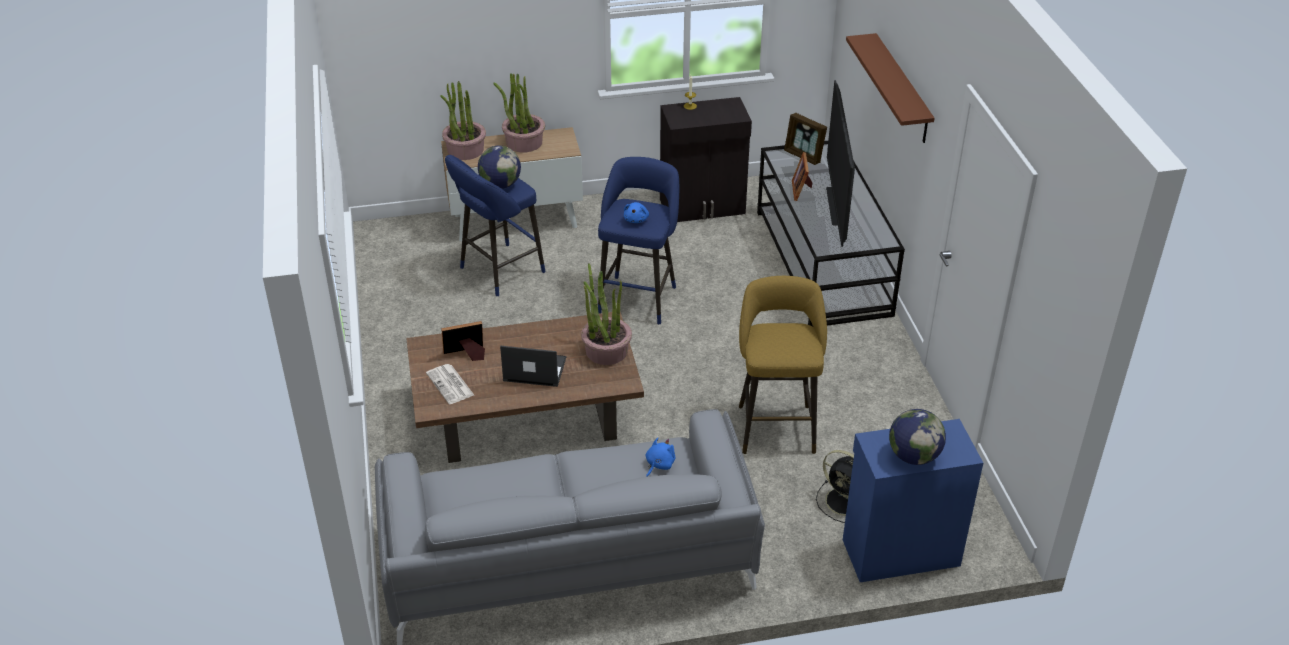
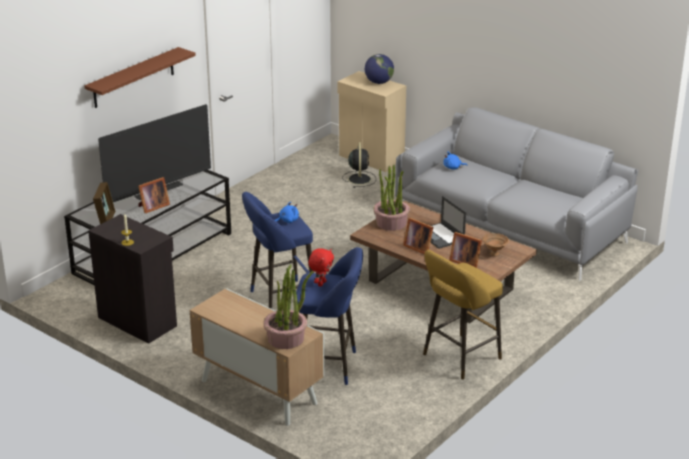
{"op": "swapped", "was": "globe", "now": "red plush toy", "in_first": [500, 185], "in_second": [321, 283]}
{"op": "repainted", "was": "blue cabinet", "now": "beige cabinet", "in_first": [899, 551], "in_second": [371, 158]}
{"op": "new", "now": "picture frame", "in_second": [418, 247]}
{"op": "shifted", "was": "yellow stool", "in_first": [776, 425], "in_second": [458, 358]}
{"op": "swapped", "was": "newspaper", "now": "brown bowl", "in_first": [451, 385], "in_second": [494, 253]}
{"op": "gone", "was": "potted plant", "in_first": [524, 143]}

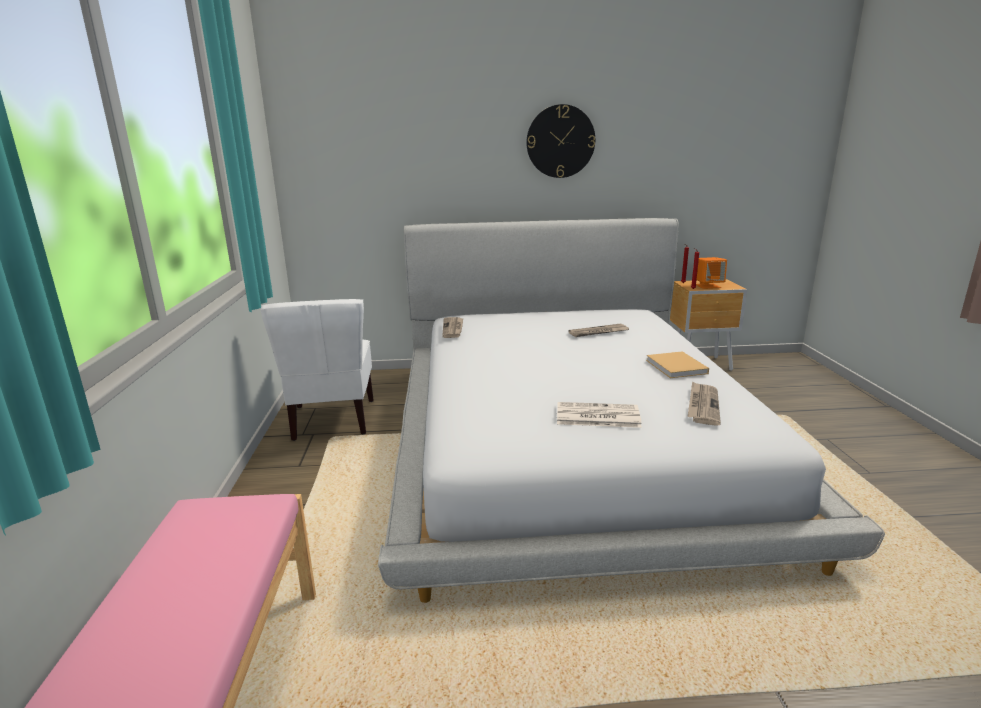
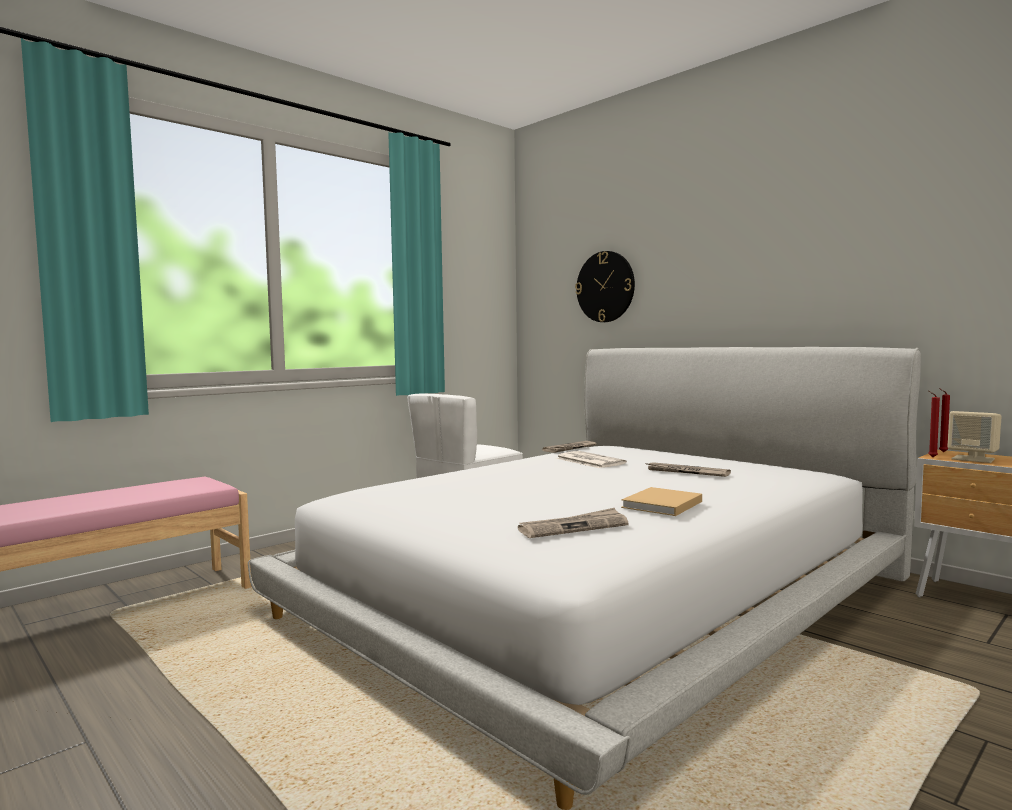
{"op": "shifted", "was": "newspaper", "in_first": [596, 416], "in_second": [588, 461]}
{"op": "shifted", "was": "wall clock", "in_first": [560, 141], "in_second": [605, 287]}
{"op": "repainted", "was": "orange speaker", "now": "beige speaker", "in_first": [708, 286], "in_second": [973, 459]}

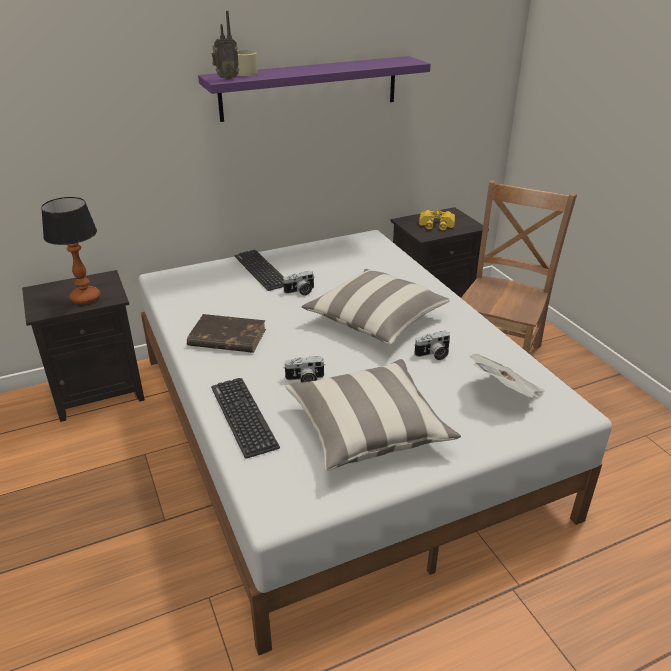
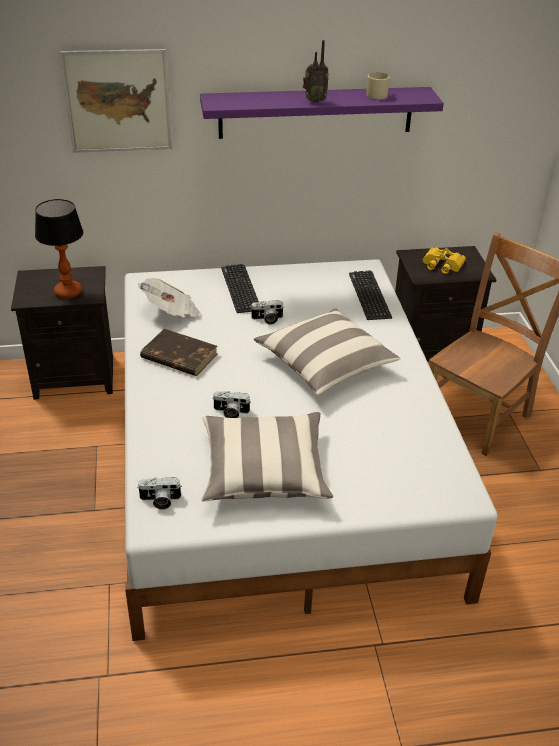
{"op": "new", "now": "picture", "in_second": [118, 101]}
{"op": "shifted", "was": "newspaper", "in_first": [505, 393], "in_second": [172, 312]}
{"op": "shifted", "was": "photo camera", "in_first": [433, 354], "in_second": [160, 500]}
{"op": "shifted", "was": "radio", "in_first": [226, 78], "in_second": [314, 101]}
{"op": "shifted", "was": "keyboard", "in_first": [243, 416], "in_second": [369, 295]}
{"op": "shifted", "was": "beige mug", "in_first": [248, 73], "in_second": [378, 94]}

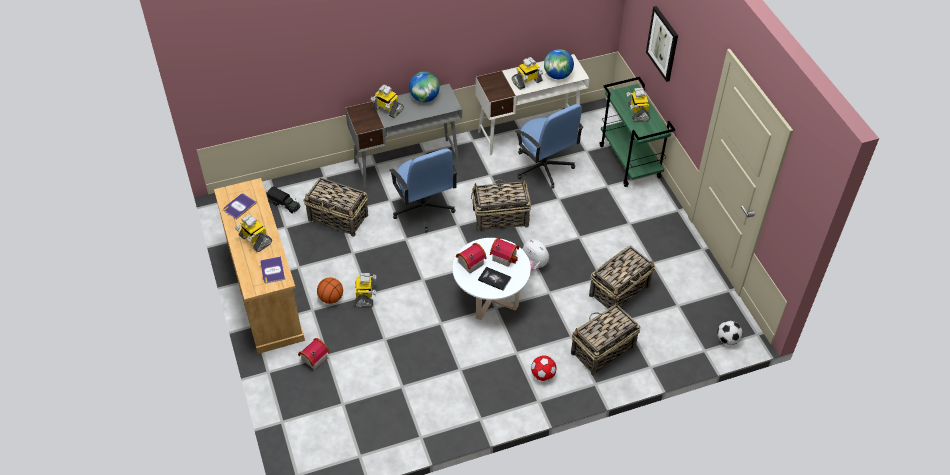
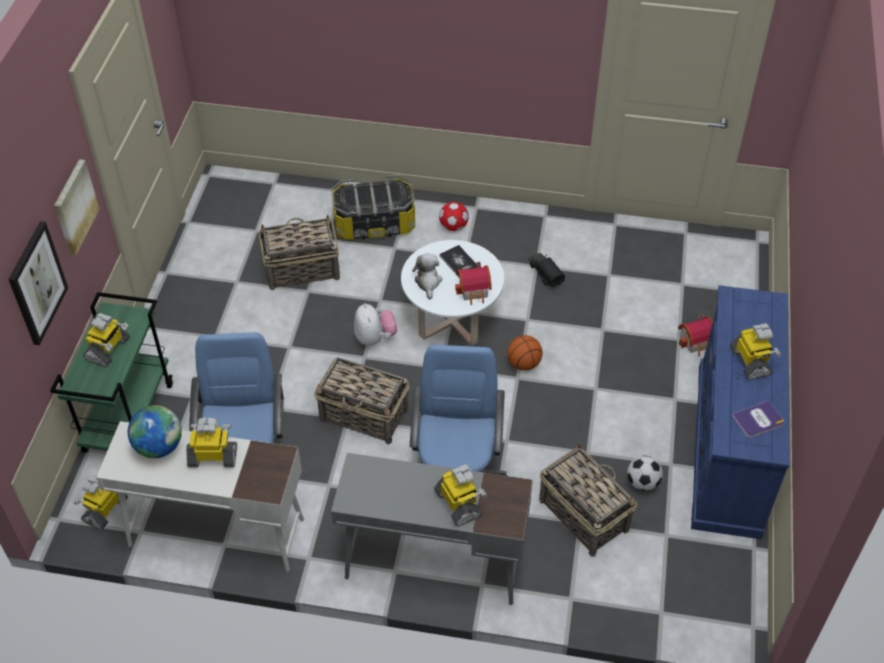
{"op": "new", "now": "picture", "in_second": [74, 207]}
{"op": "shifted", "was": "toy robot", "in_first": [365, 296], "in_second": [105, 510]}
{"op": "swapped", "was": "basket", "now": "storage box", "in_first": [602, 350], "in_second": [374, 223]}
{"op": "swapped", "was": "toy house", "now": "plush toy", "in_first": [504, 256], "in_second": [428, 282]}
{"op": "shifted", "was": "basketball", "in_first": [331, 298], "in_second": [523, 364]}
{"op": "shifted", "was": "toy truck", "in_first": [285, 205], "in_second": [545, 275]}
{"op": "shifted", "was": "football", "in_first": [727, 339], "in_second": [642, 482]}
{"op": "repainted", "was": "beige dresser", "now": "blue dresser", "in_first": [265, 291], "in_second": [728, 449]}
{"op": "gone", "was": "book", "in_first": [272, 270]}
{"op": "gone", "was": "globe", "in_first": [424, 98]}

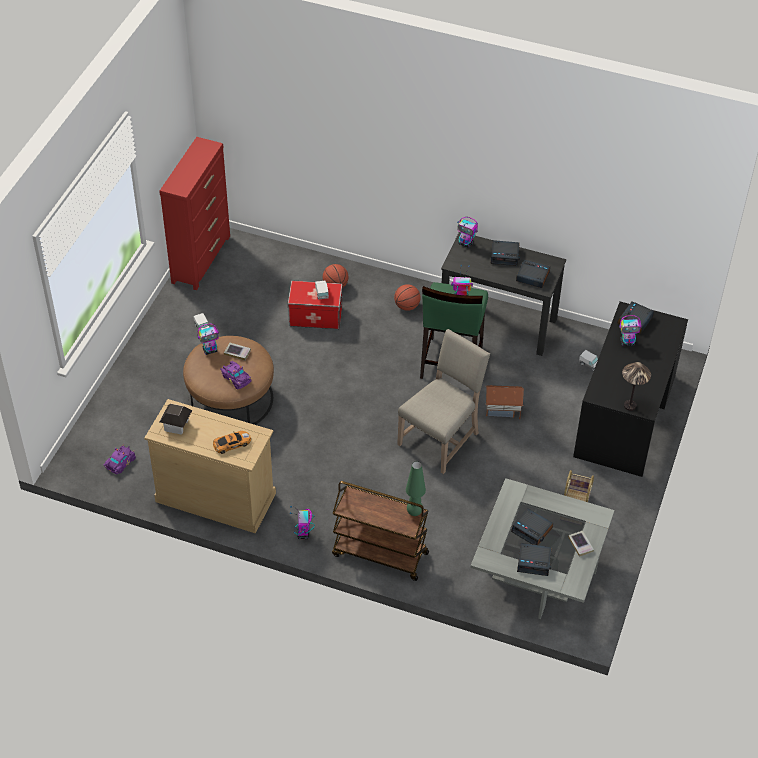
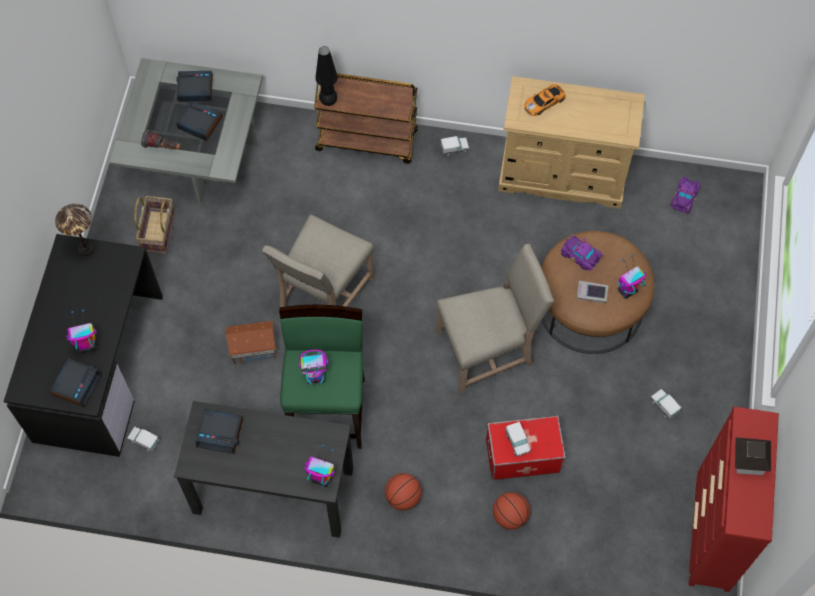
{"op": "new", "now": "flashlight", "in_second": [162, 147]}
{"op": "repainted", "was": "green table lamp", "now": "black table lamp", "in_first": [414, 513], "in_second": [328, 101]}
{"op": "new", "now": "beige chair", "in_second": [488, 349]}
{"op": "swapped", "was": "toy robot", "now": "toy truck", "in_first": [303, 534], "in_second": [454, 149]}
{"op": "shifted", "was": "toy house", "in_first": [176, 425], "in_second": [748, 461]}
{"op": "gone", "was": "alarm clock", "in_first": [505, 255]}
{"op": "gone", "was": "book", "in_first": [580, 544]}

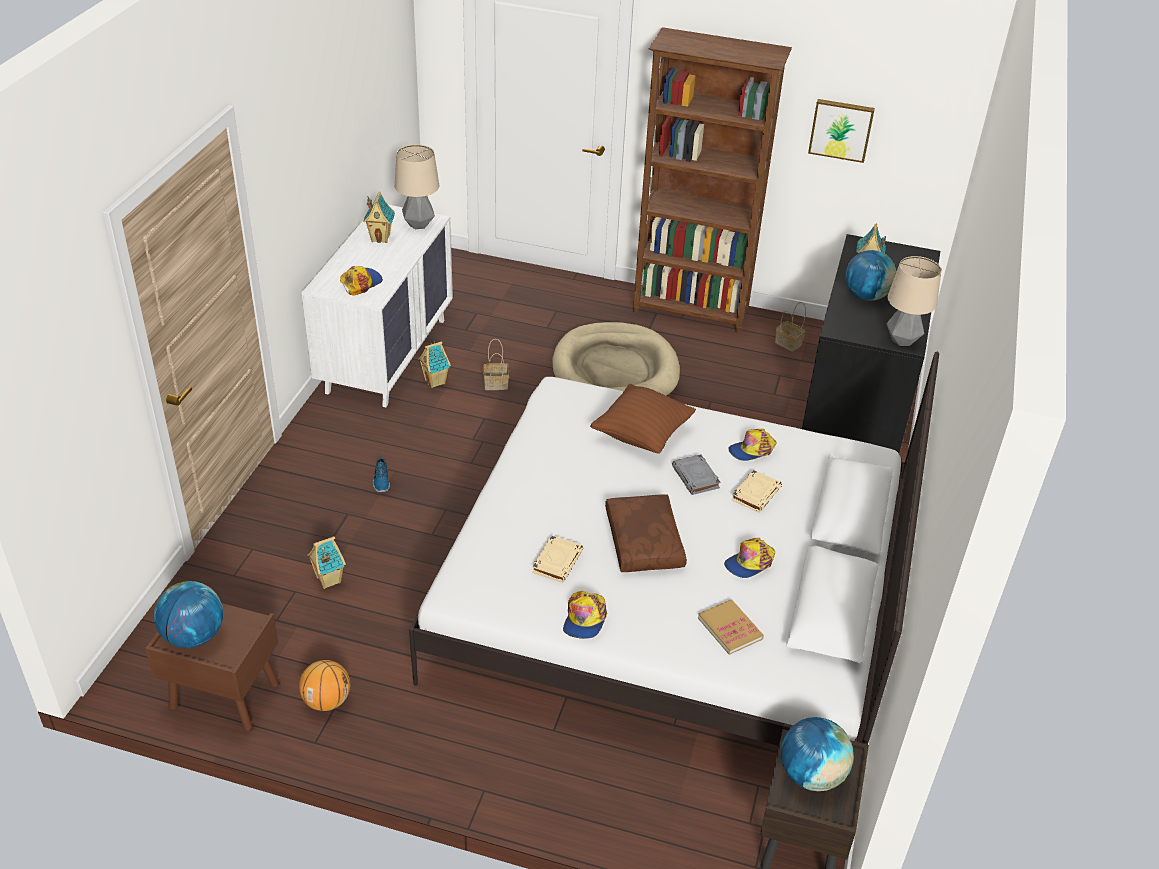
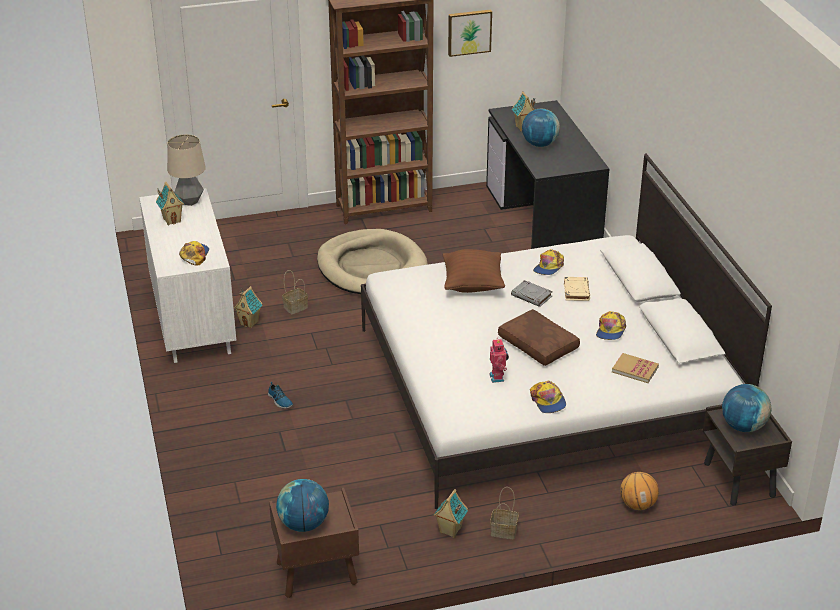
{"op": "shifted", "was": "toy house", "in_first": [328, 580], "in_second": [449, 530]}
{"op": "swapped", "was": "beige book", "now": "toy robot", "in_first": [557, 561], "in_second": [498, 377]}
{"op": "shifted", "was": "basket", "in_first": [789, 343], "in_second": [504, 531]}
{"op": "shifted", "was": "basketball", "in_first": [327, 701], "in_second": [637, 504]}
{"op": "gone", "was": "table lamp", "in_first": [902, 341]}

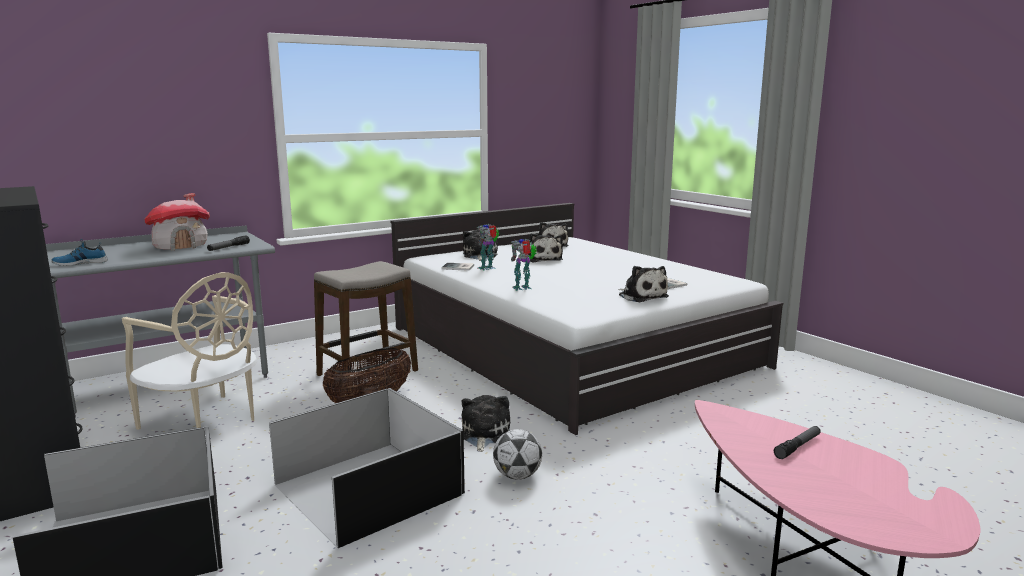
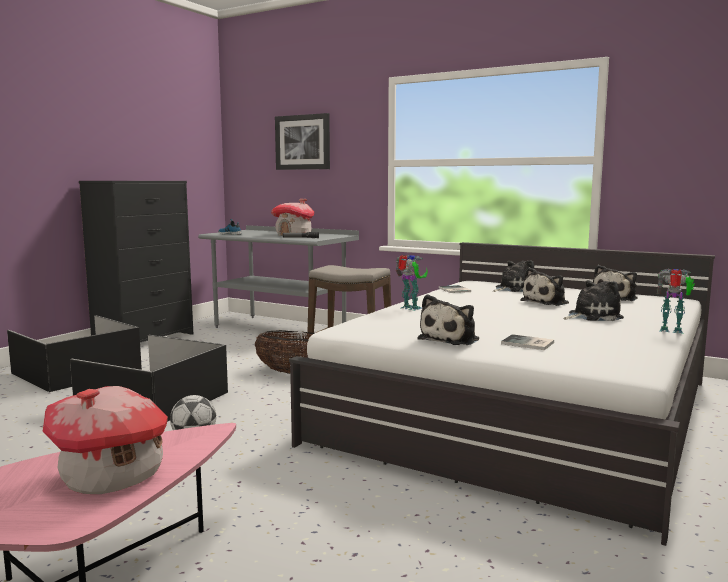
{"op": "swapped", "was": "flashlight", "now": "toy house", "in_first": [798, 447], "in_second": [113, 476]}
{"op": "new", "now": "picture", "in_second": [303, 142]}
{"op": "shifted", "was": "plush toy", "in_first": [484, 434], "in_second": [591, 316]}
{"op": "shifted", "was": "toy robot", "in_first": [488, 268], "in_second": [672, 331]}
{"op": "gone", "was": "beige chair", "in_first": [205, 421]}

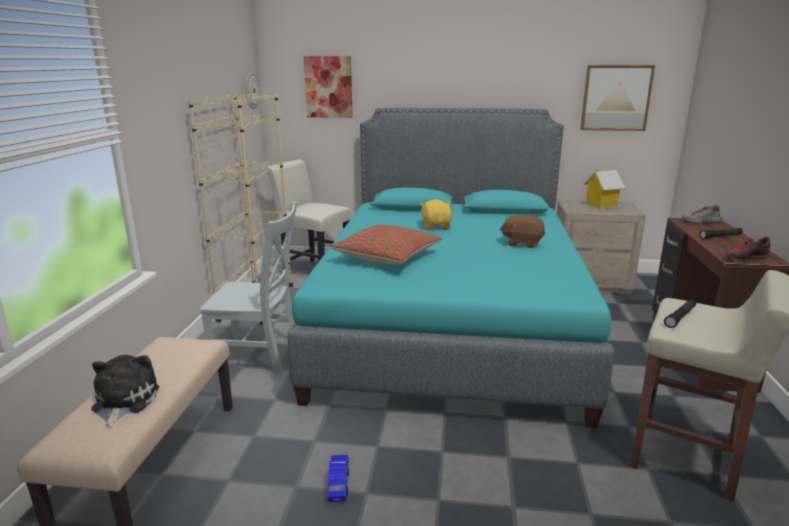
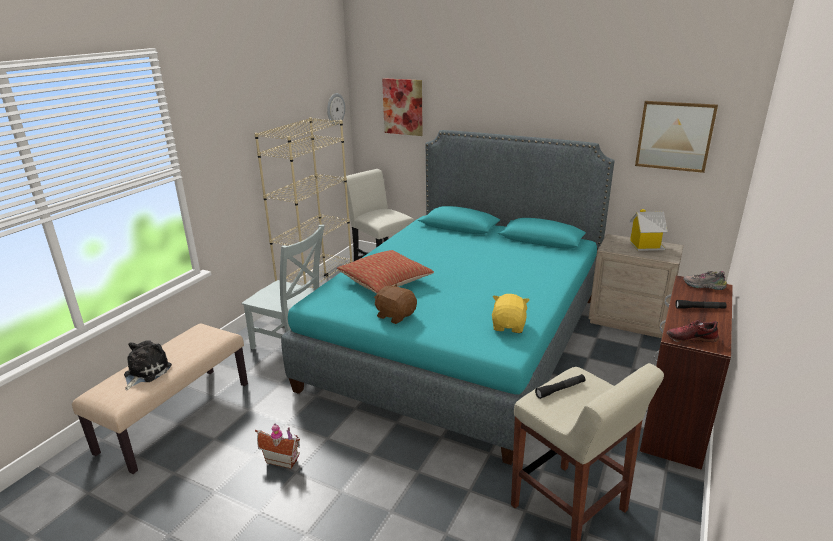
{"op": "swapped", "was": "blue toy car", "now": "toy house", "in_first": [338, 482], "in_second": [282, 459]}
{"op": "shifted", "was": "brown plush toy", "in_first": [522, 243], "in_second": [395, 315]}
{"op": "shifted", "was": "yellow plush toy", "in_first": [436, 226], "in_second": [509, 326]}

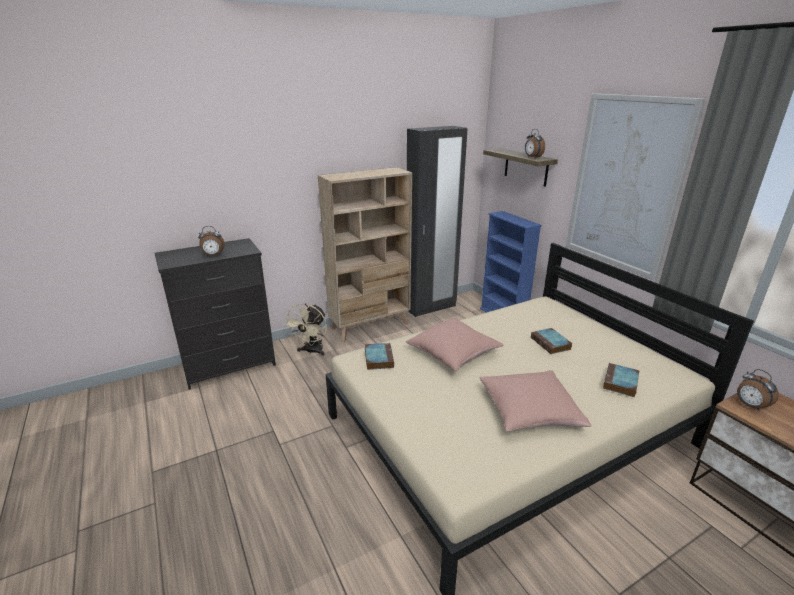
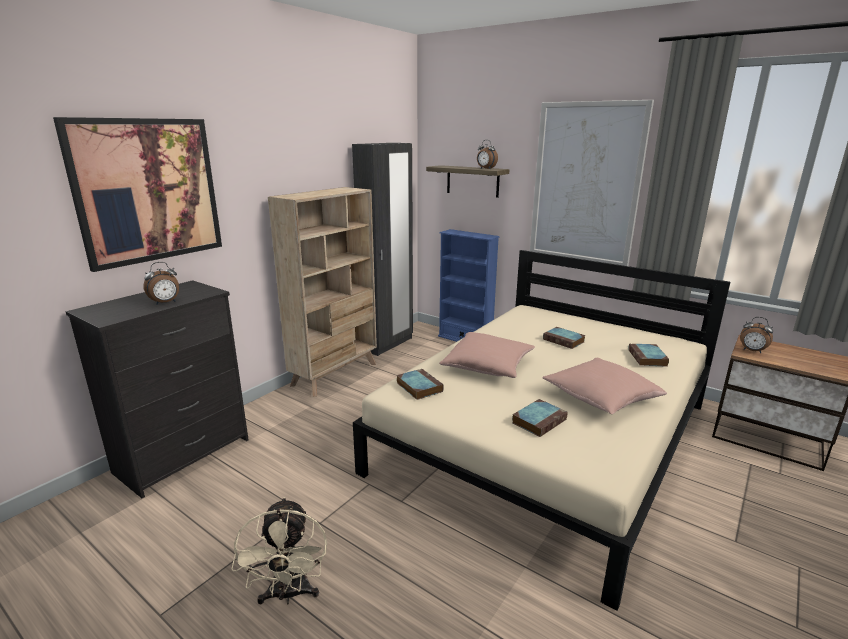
{"op": "new", "now": "picture", "in_second": [148, 191]}
{"op": "shifted", "was": "beige fan", "in_first": [311, 351], "in_second": [289, 594]}
{"op": "new", "now": "book", "in_second": [539, 420]}

